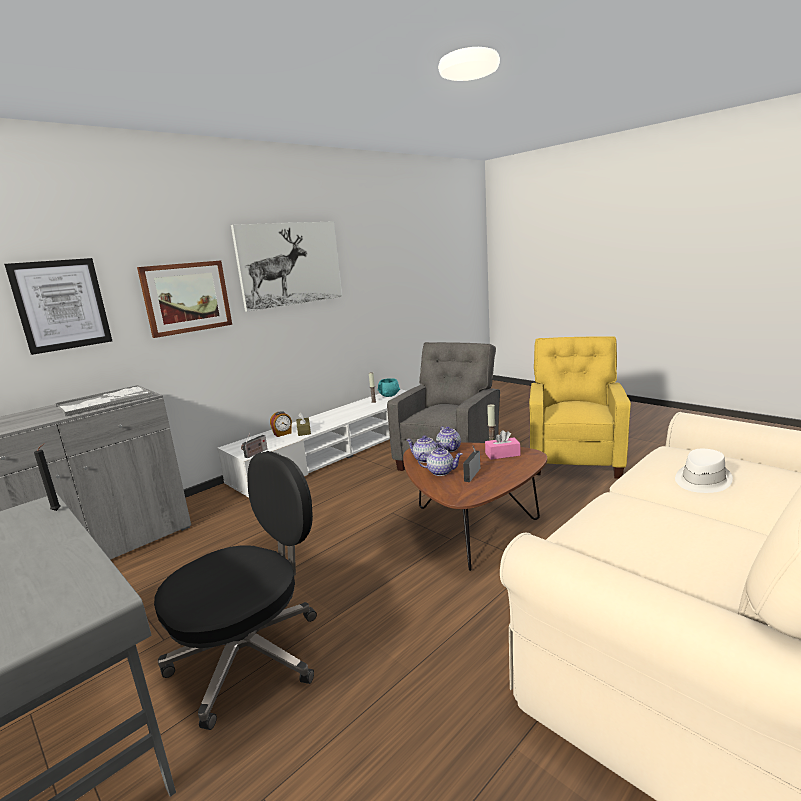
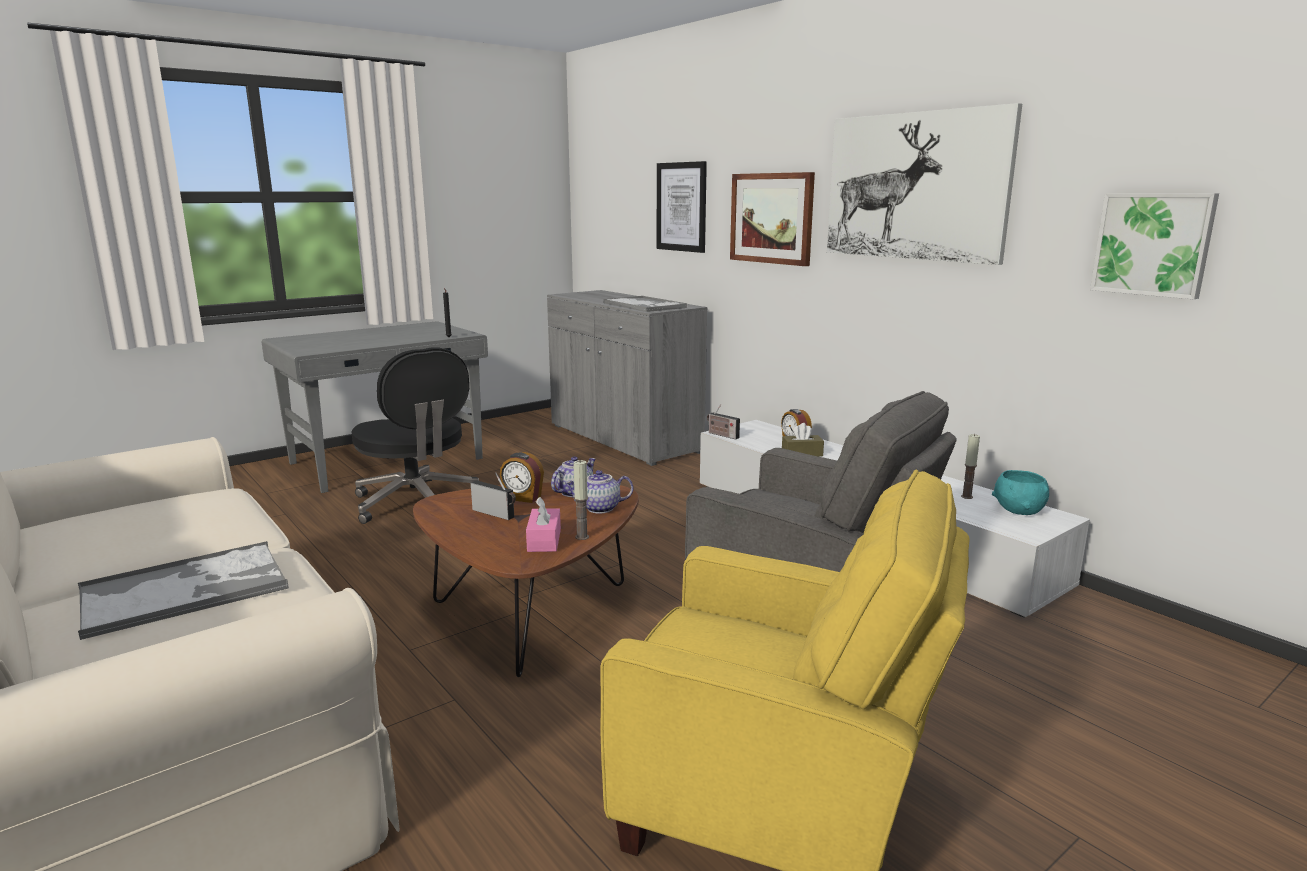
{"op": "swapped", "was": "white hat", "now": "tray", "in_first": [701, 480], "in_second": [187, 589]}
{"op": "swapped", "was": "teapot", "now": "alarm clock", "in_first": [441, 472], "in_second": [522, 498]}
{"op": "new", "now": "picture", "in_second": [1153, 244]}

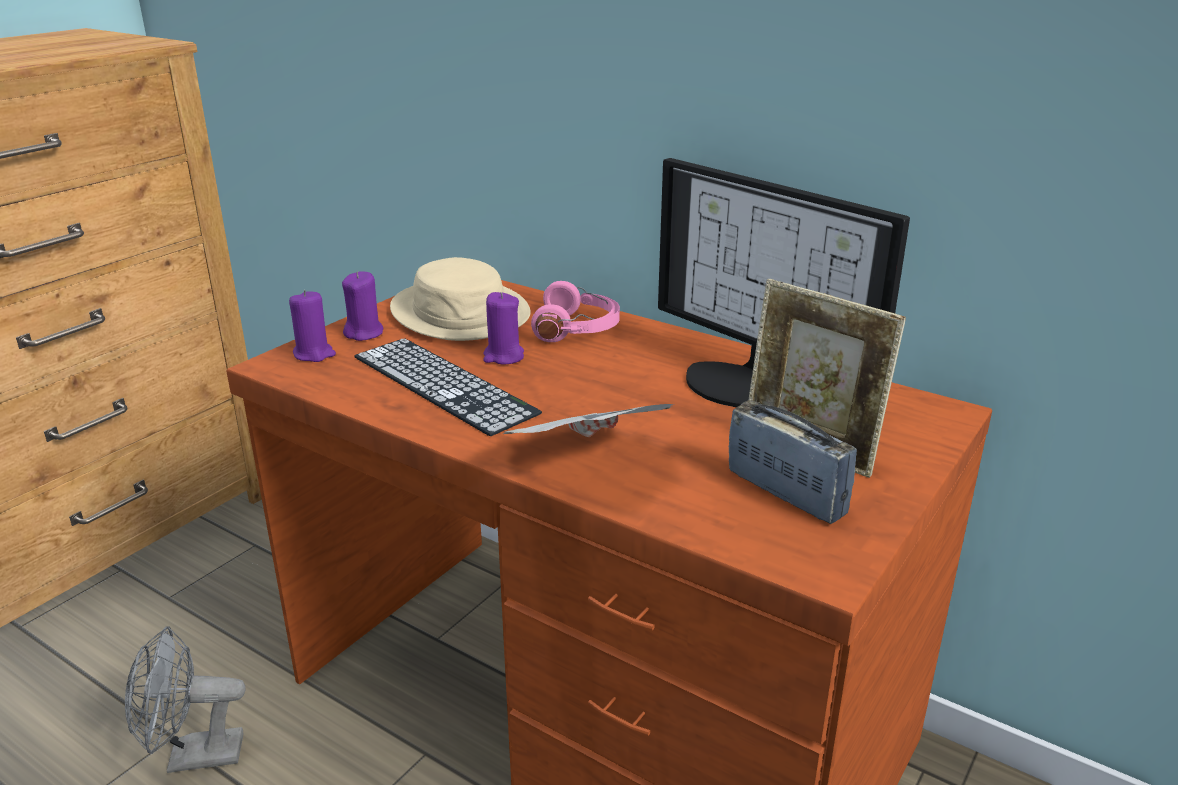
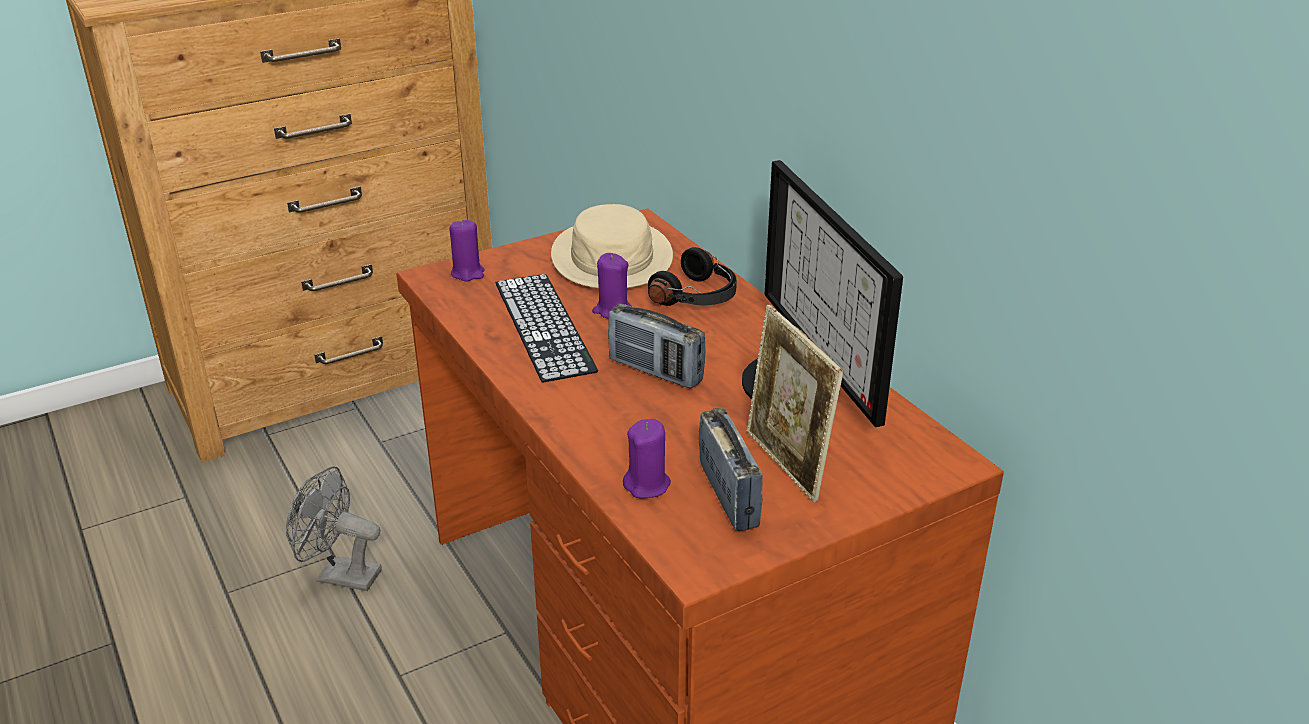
{"op": "new", "now": "radio", "in_second": [655, 371]}
{"op": "shifted", "was": "purple candle", "in_first": [364, 333], "in_second": [647, 485]}
{"op": "repainted", "was": "pink headphones", "now": "black headphones", "in_first": [578, 329], "in_second": [697, 297]}
{"op": "gone", "was": "newspaper", "in_first": [585, 461]}

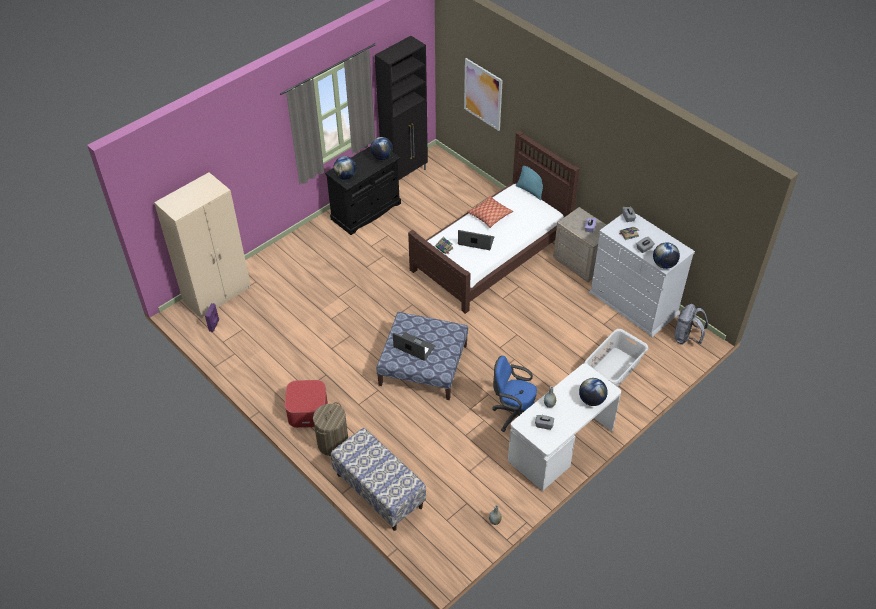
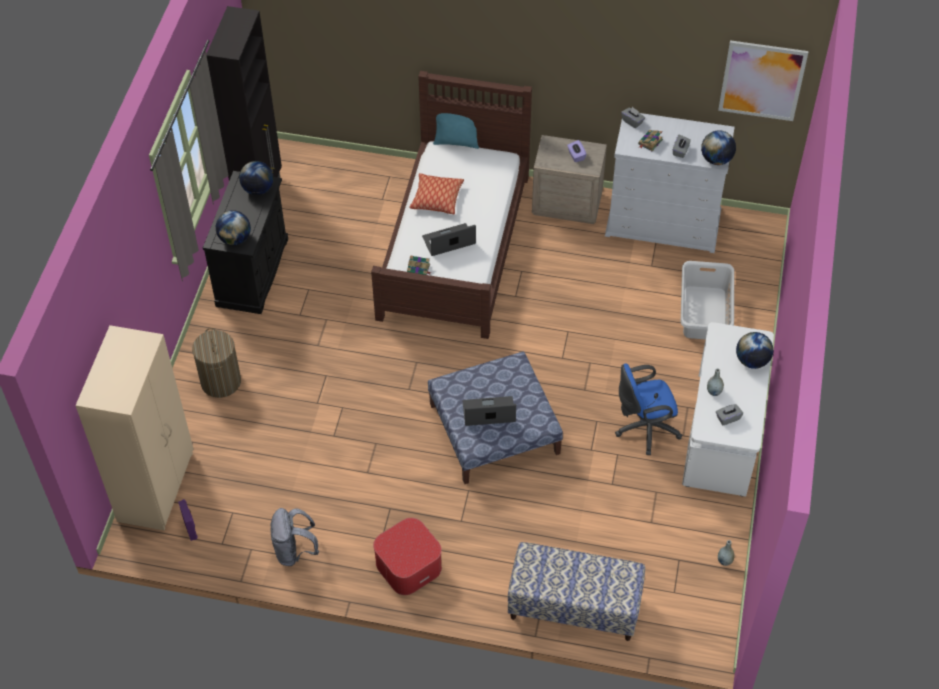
{"op": "shifted", "was": "laundry basket", "in_first": [333, 443], "in_second": [221, 381]}
{"op": "shifted", "was": "grey backpack", "in_first": [686, 338], "in_second": [294, 551]}
{"op": "shifted", "was": "picture", "in_first": [483, 94], "in_second": [762, 80]}

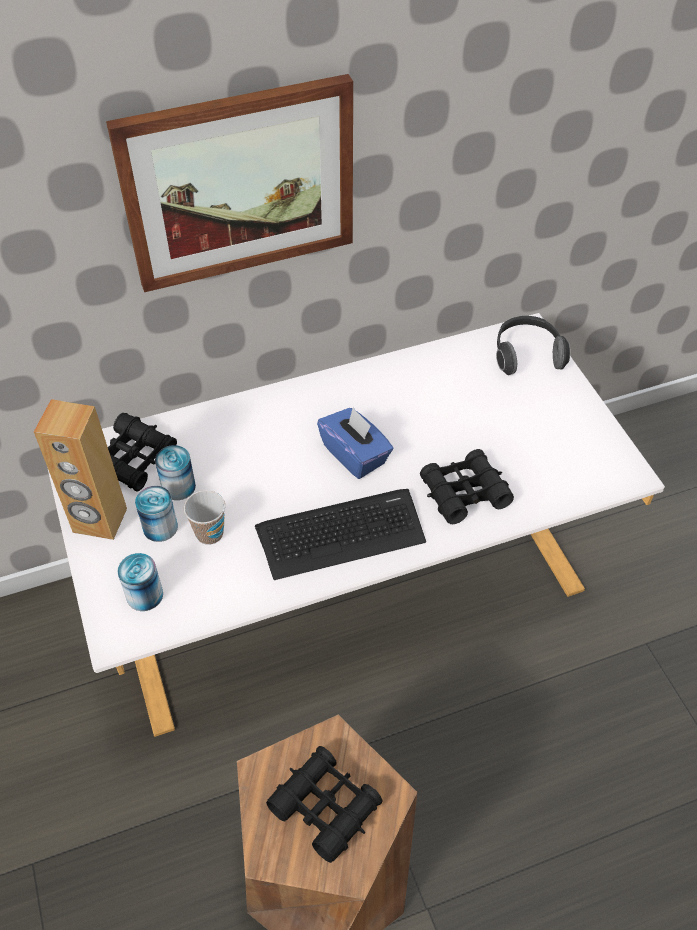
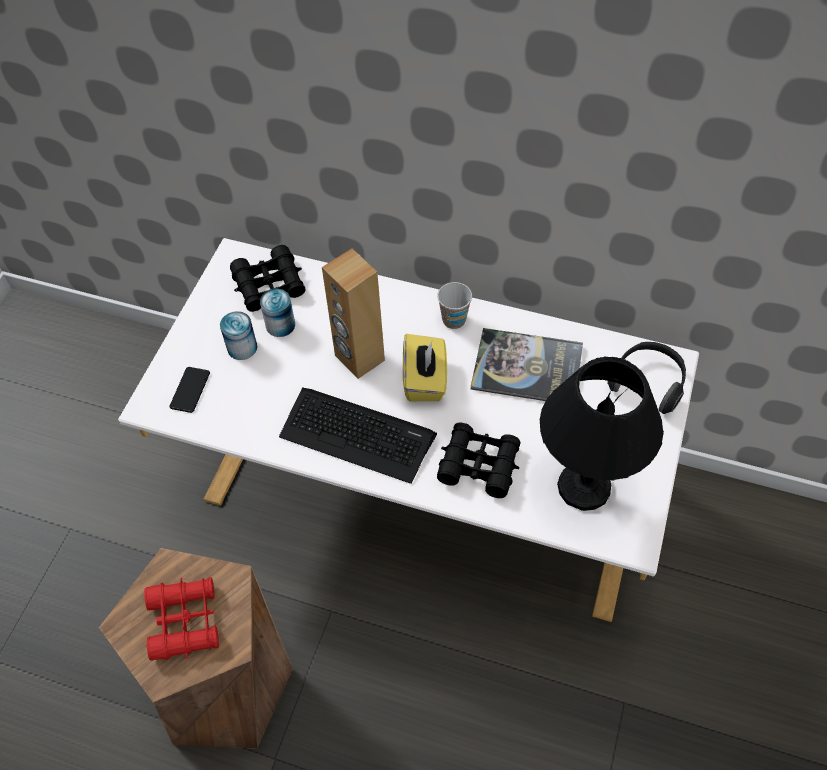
{"op": "repainted", "was": "black binoculars", "now": "red binoculars", "in_first": [325, 806], "in_second": [185, 622]}
{"op": "swapped", "was": "can", "now": "phone", "in_first": [144, 595], "in_second": [190, 390]}
{"op": "shifted", "was": "brown speaker", "in_first": [99, 521], "in_second": [359, 358]}
{"op": "repainted", "was": "blue tissue box", "now": "yellow tissue box", "in_first": [355, 455], "in_second": [425, 380]}
{"op": "shifted", "was": "cup", "in_first": [209, 533], "in_second": [454, 320]}
{"op": "new", "now": "book", "in_second": [527, 367]}
{"op": "new", "now": "black table lamp", "in_second": [583, 488]}
{"op": "gone", "was": "picture", "in_first": [239, 184]}

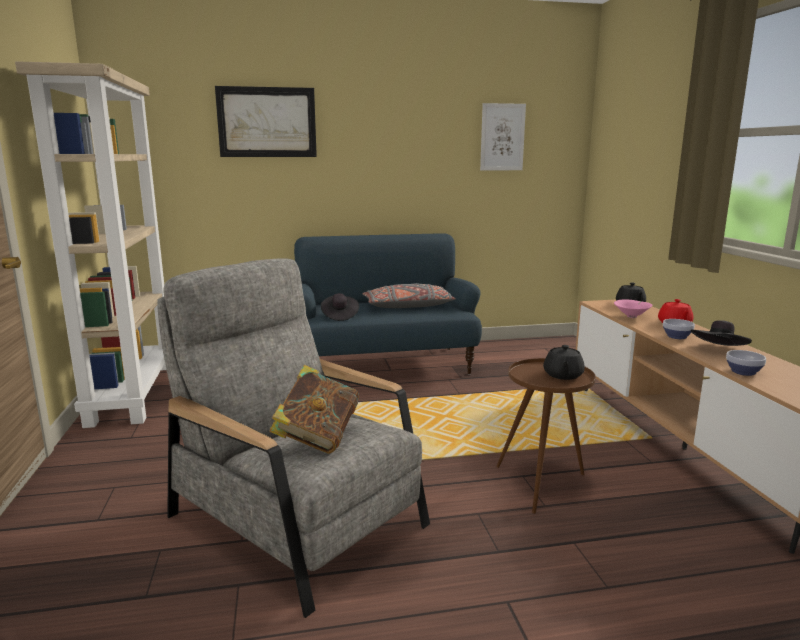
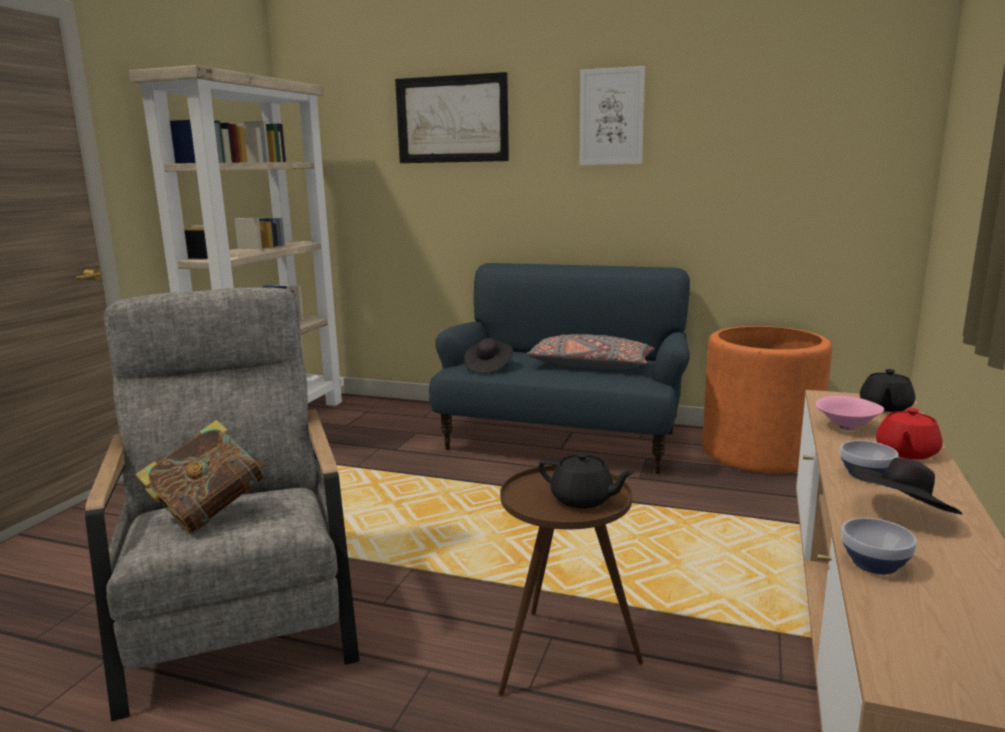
{"op": "rotated", "was": "black teapot", "in_first": [562, 375], "in_second": [583, 499], "clockwise": -105}
{"op": "shifted", "was": "picture", "in_first": [502, 137], "in_second": [611, 117]}
{"op": "new", "now": "orange planter", "in_second": [760, 452]}

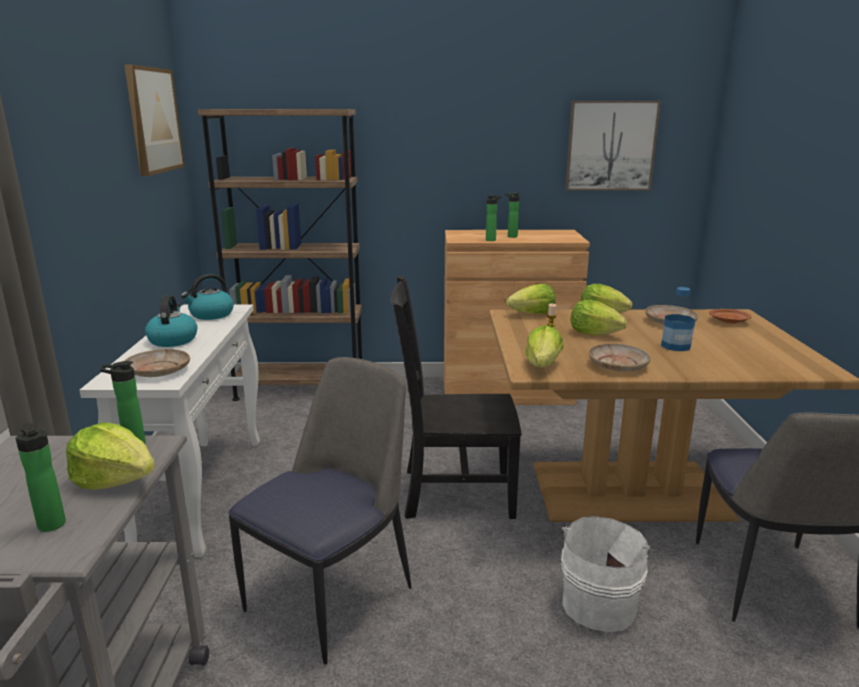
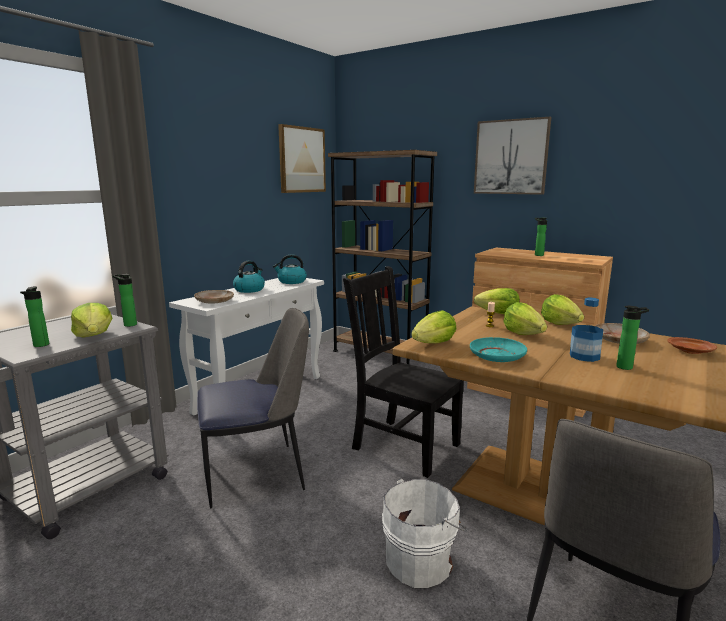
{"op": "repainted", "was": "beige plate", "now": "turquoise plate", "in_first": [618, 365], "in_second": [497, 356]}
{"op": "shifted", "was": "picture", "in_first": [610, 146], "in_second": [511, 157]}
{"op": "shifted", "was": "bottle", "in_first": [492, 240], "in_second": [627, 367]}

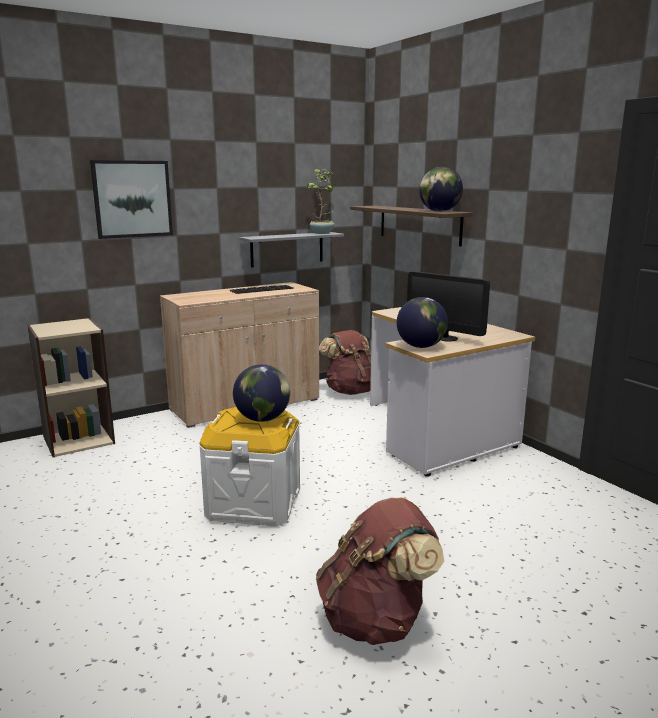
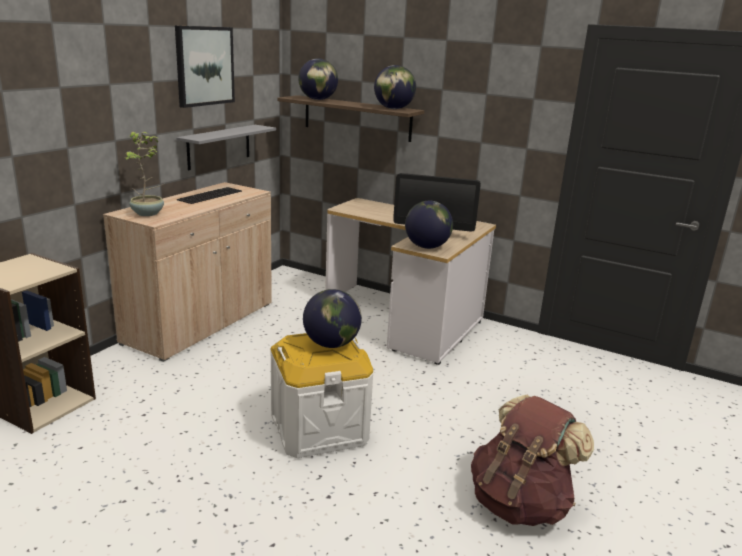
{"op": "shifted", "was": "potted plant", "in_first": [322, 233], "in_second": [148, 213]}
{"op": "shifted", "was": "picture", "in_first": [132, 199], "in_second": [204, 66]}
{"op": "new", "now": "globe", "in_second": [318, 99]}
{"op": "gone", "was": "brown backpack", "in_first": [351, 391]}

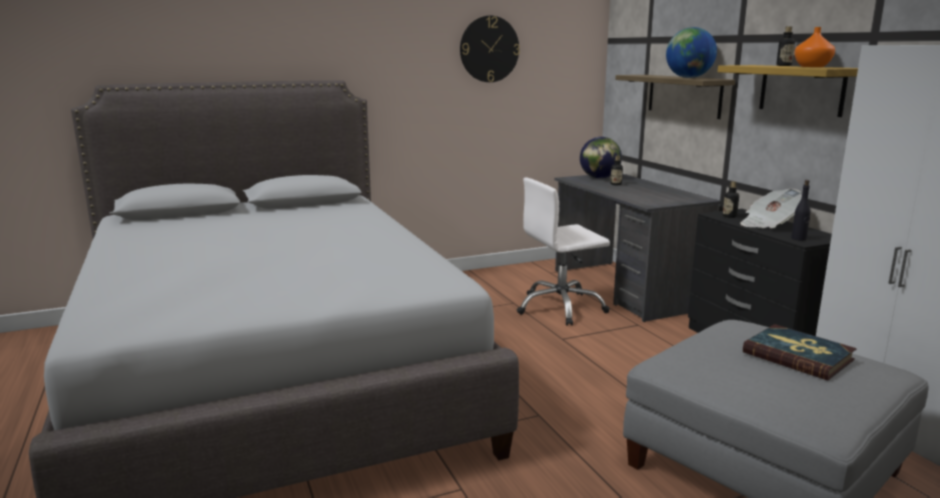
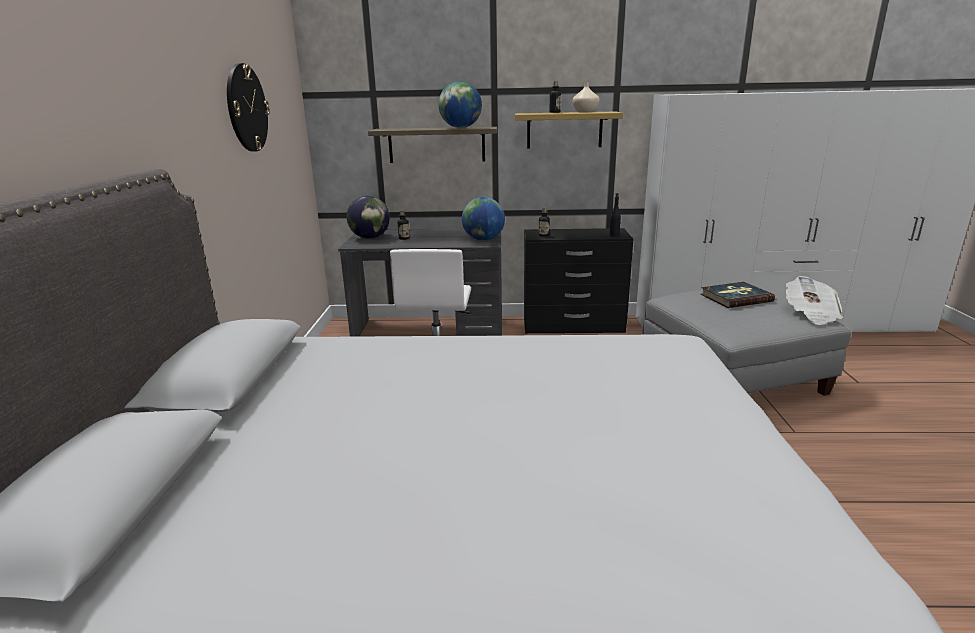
{"op": "new", "now": "globe", "in_second": [483, 240]}
{"op": "repainted", "was": "orange vase", "now": "beige vase", "in_first": [812, 66], "in_second": [585, 112]}
{"op": "shifted", "was": "newspaper", "in_first": [769, 224], "in_second": [810, 314]}

